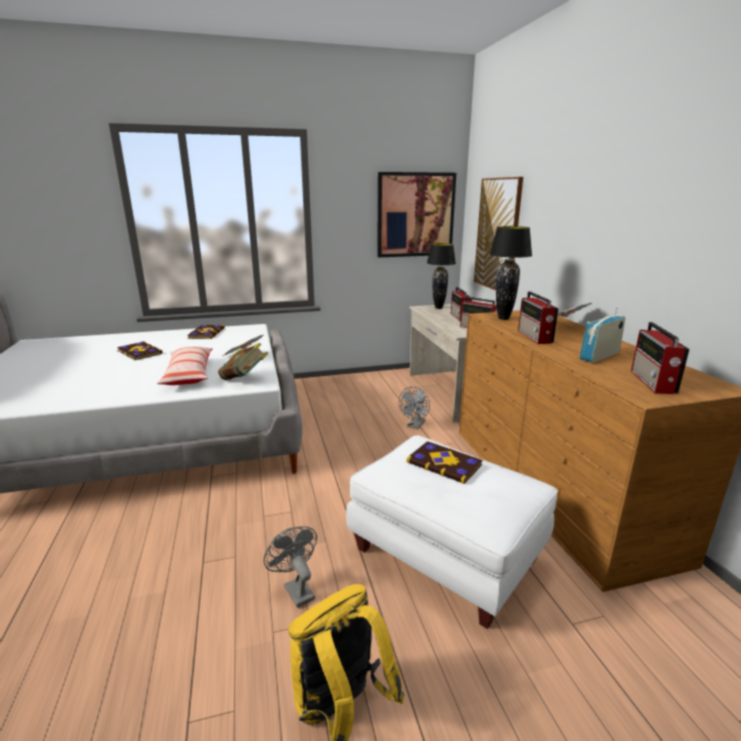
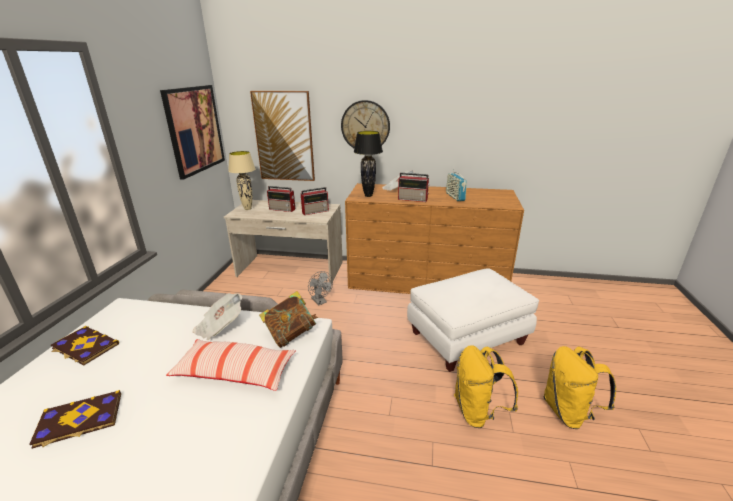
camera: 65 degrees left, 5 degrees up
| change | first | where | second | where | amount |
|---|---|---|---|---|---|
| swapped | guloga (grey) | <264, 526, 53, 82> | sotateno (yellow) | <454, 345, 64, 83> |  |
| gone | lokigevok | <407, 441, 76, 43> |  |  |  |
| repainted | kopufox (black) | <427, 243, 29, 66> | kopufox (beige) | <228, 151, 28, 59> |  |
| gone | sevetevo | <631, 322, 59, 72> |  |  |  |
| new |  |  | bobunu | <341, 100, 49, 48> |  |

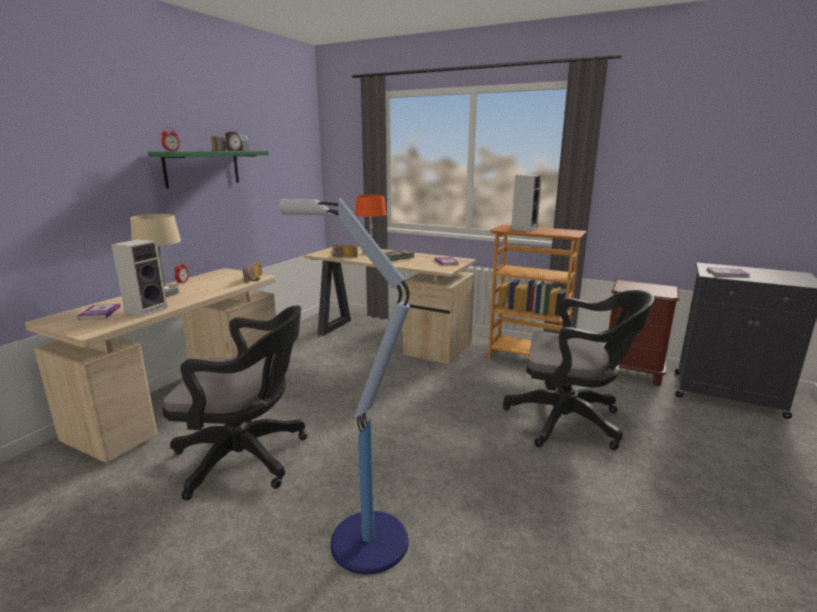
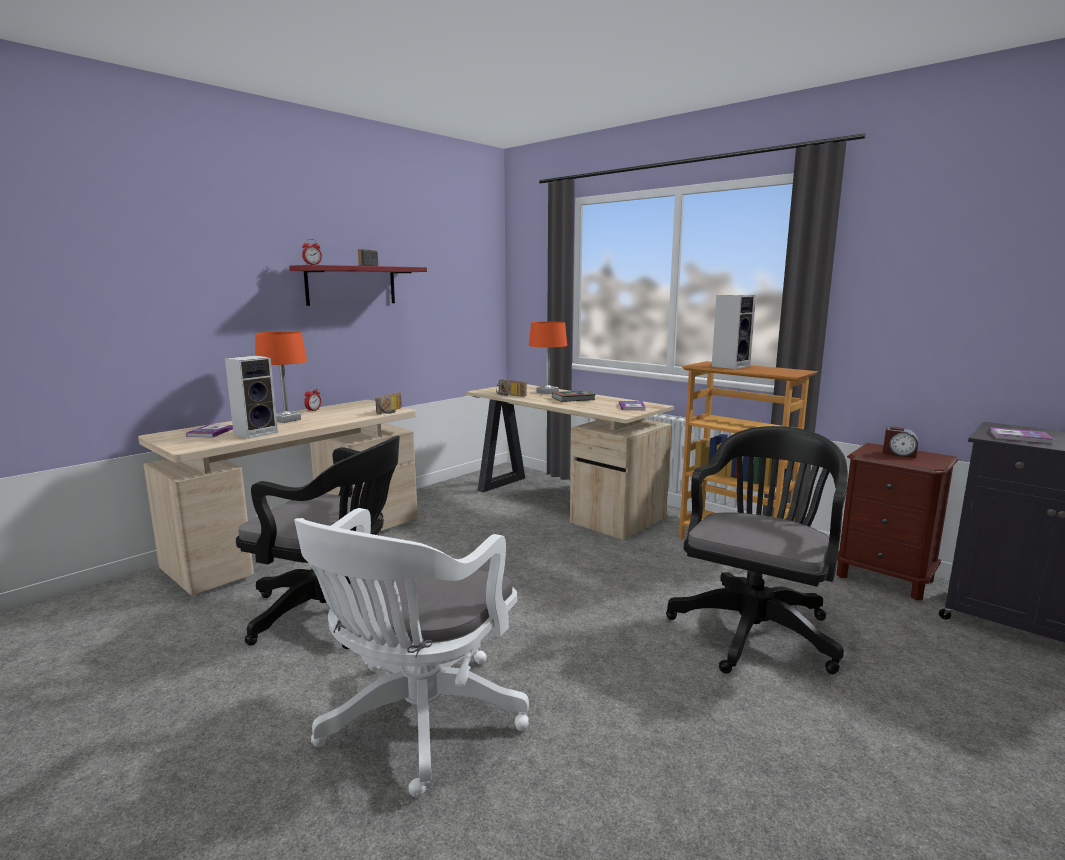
camera: 15 degrees right, 5 degrees down
| change | first | where | second | where | amount |
|---|---|---|---|---|---|
| repainted | kopufox (beige) | <130, 214, 51, 83> | kopufox (orange) | <255, 331, 52, 92> |  |
| repainted | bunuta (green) | <148, 151, 121, 37> | bunuta (red) | <289, 265, 138, 41> |  |
| shifted | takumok | <225, 132, 24, 19> |  | <883, 427, 35, 31> |  |
| swapped | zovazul | <279, 198, 131, 376> | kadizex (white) | <294, 508, 235, 289> |  |
| rotated | kadizex (black) | <503, 290, 151, 160> |  | <666, 426, 182, 248> | 90 degrees counterclockwise |

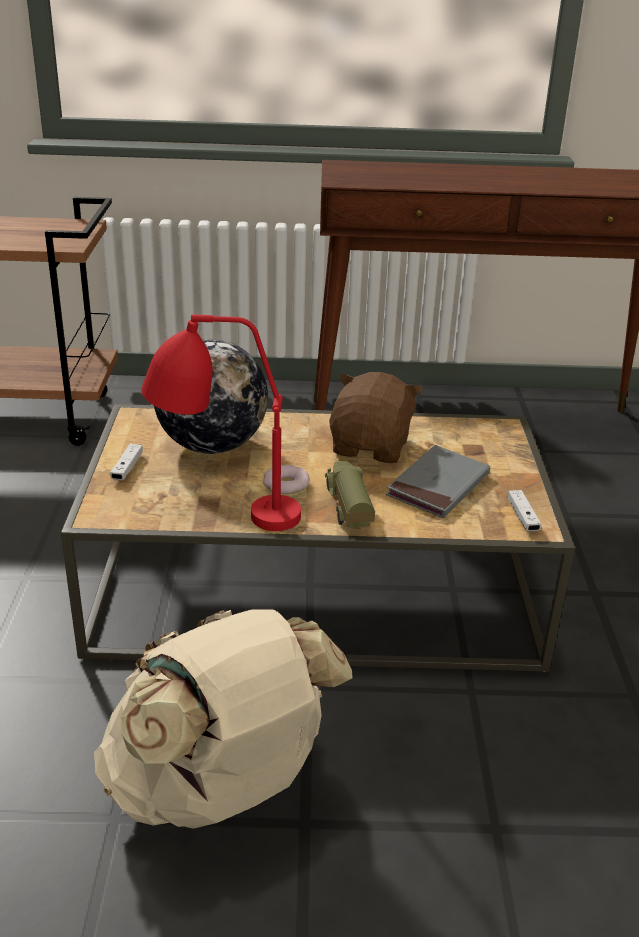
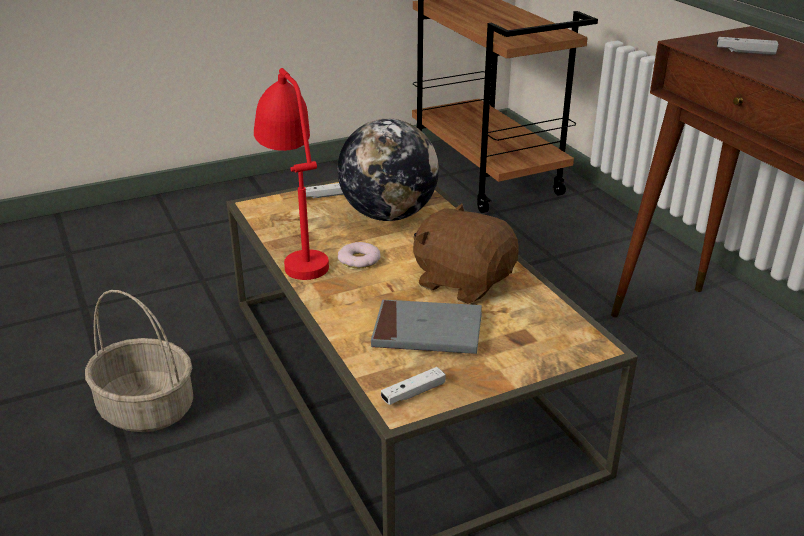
camera: 65 degrees right, 0 degrees up
| change | first | where | second | where | amount |
|---|---|---|---|---|---|
| swapped | sotateno (beige) | <94, 609, 258, 220> | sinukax | <85, 290, 108, 142> |  |
| gone | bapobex | <325, 461, 50, 67> |  |  |  |
| rotated | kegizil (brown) | <329, 372, 93, 91> |  | <413, 204, 106, 100> | 135 degrees counterclockwise |
| new |  |  | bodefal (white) | <717, 37, 62, 18> |  |

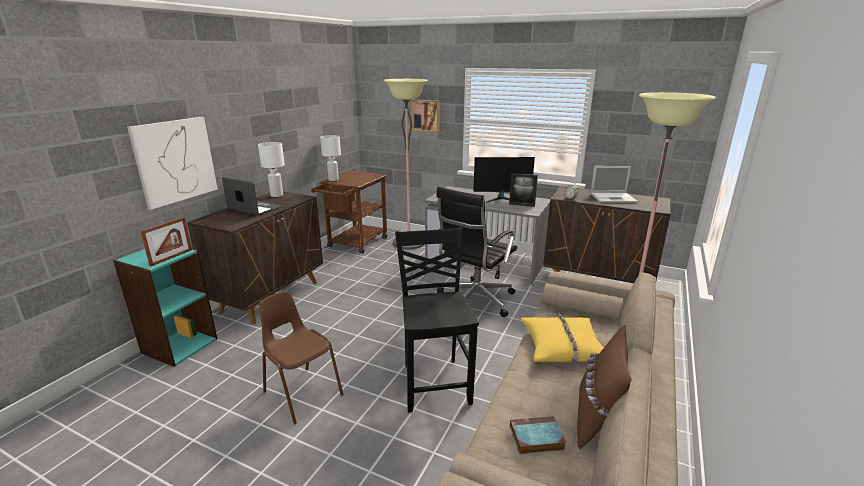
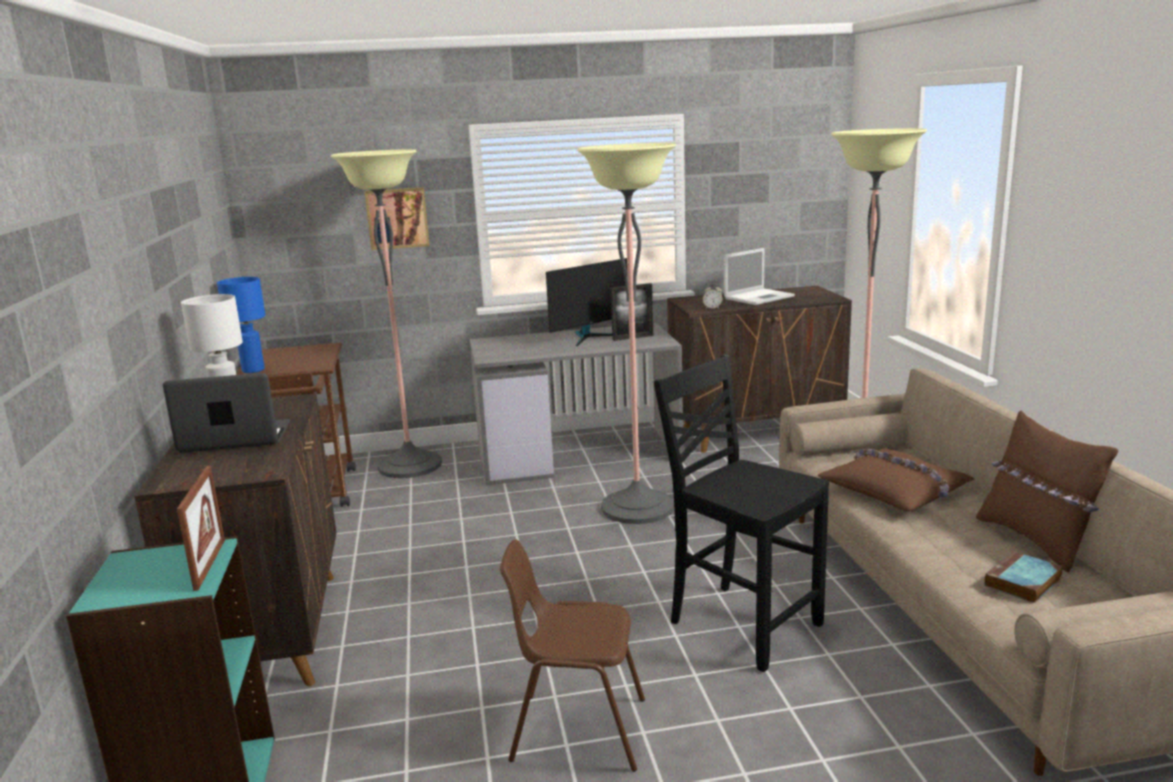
camera: 35 degrees left, 5 degrees down
| change | first | where | second | where | amount |
|---|---|---|---|---|---|
| gone | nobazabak | <127, 117, 91, 93> |  |  |  |
| repainted | kopufox (white) | <320, 135, 21, 46> | kopufox (blue) | <217, 277, 49, 96> |  |
| swapped | kadizex (black) | <436, 187, 81, 130> | zovazul | <577, 143, 99, 381> |  |
| repainted | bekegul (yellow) | <521, 312, 82, 52> | bekegul (brown) | <817, 448, 157, 63> |  |

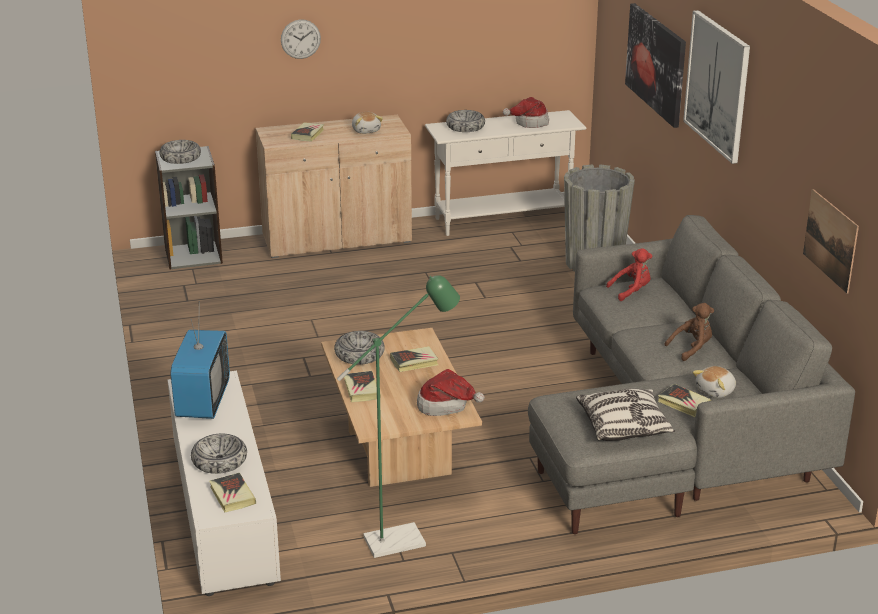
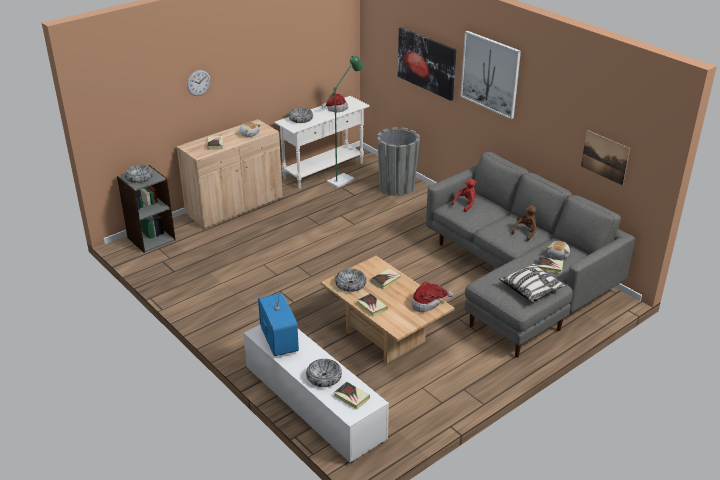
camera: 25 degrees left, 5 degrees up
| change | first | where | second | where | amount |
|---|---|---|---|---|---|
| shifted | zovazul (green) | <337, 275, 123, 283> |  | <322, 56, 41, 132> |  |

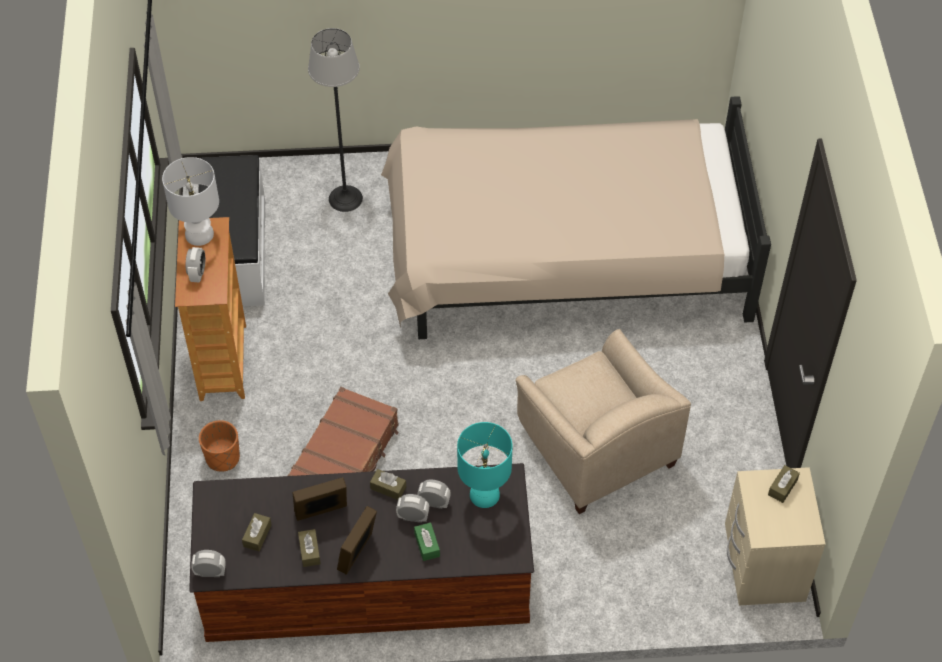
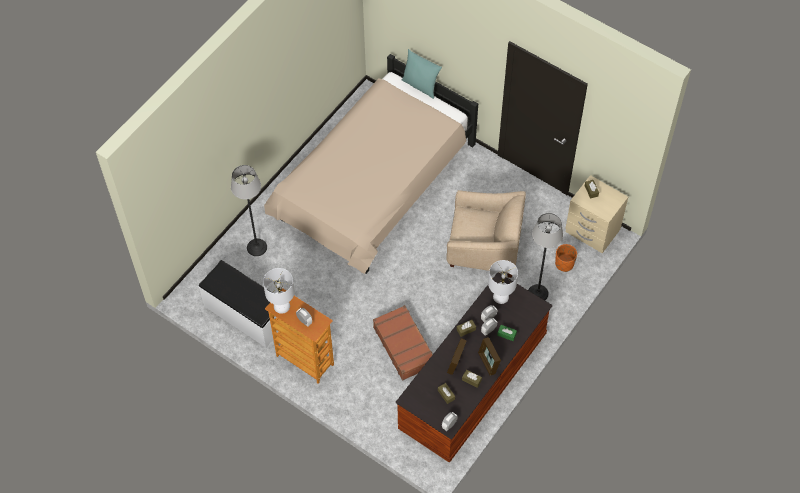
camera: 50 degrees left, 5 degrees up
| change | first | where | second | where | amount |
|---|---|---|---|---|---|
| shifted | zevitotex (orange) | <199, 420, 41, 52> |  | <555, 244, 22, 28> |  |
| repainted | kopufox (turquoise) | <457, 422, 56, 86> | kopufox (white) | <488, 260, 30, 44> |  |
| new |  |  | bekegul (turquoise) | <402, 49, 40, 50> |  |
| new |  |  | zovazul | <528, 213, 35, 87> |  |

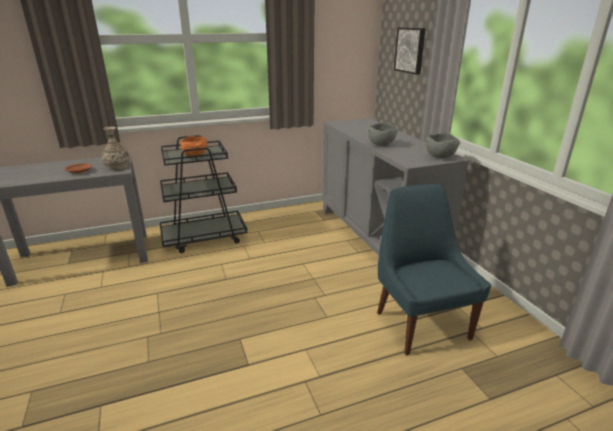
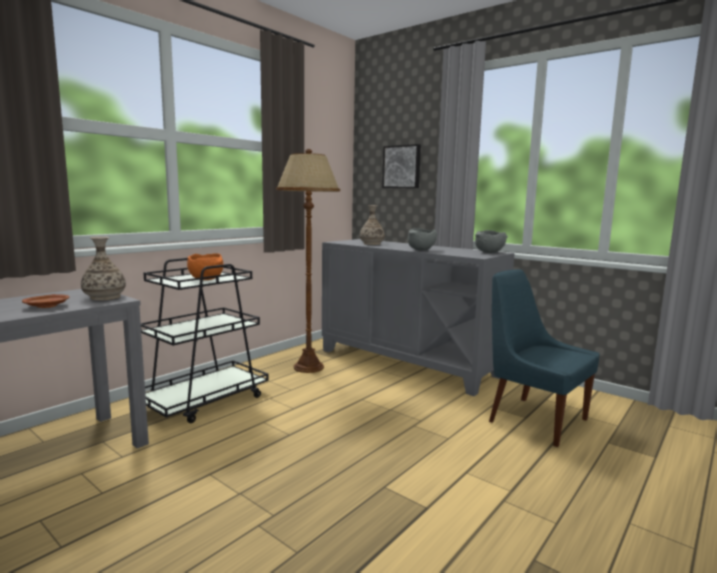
camera: 30 degrees left, 15 degrees down
| change | first | where | second | where | amount |
|---|---|---|---|---|---|
| new |  |  | zovazul (brown) | <276, 149, 64, 224> |  |
| new |  |  | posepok | <360, 205, 25, 40> |  |

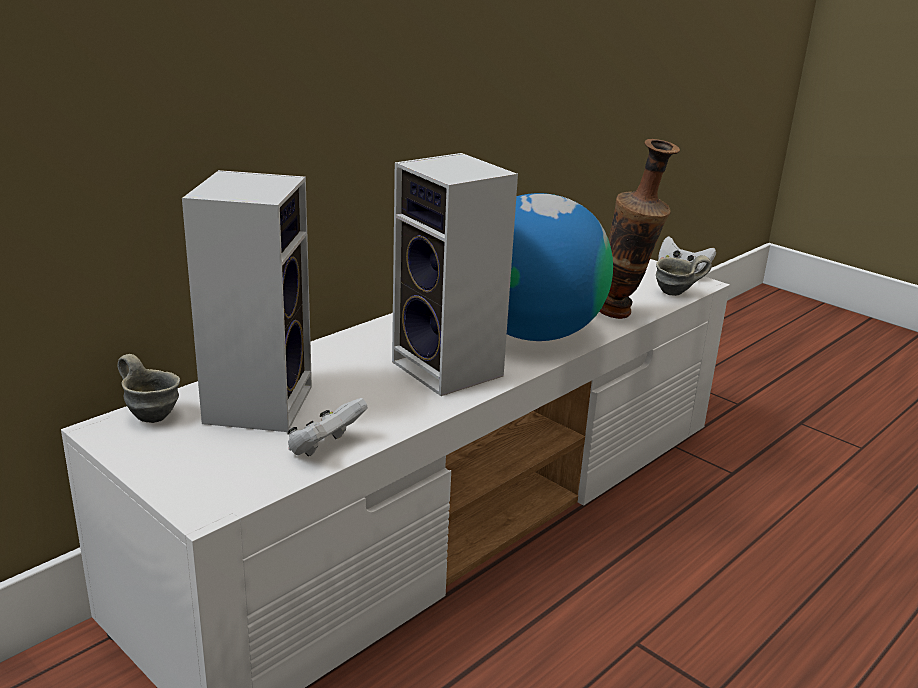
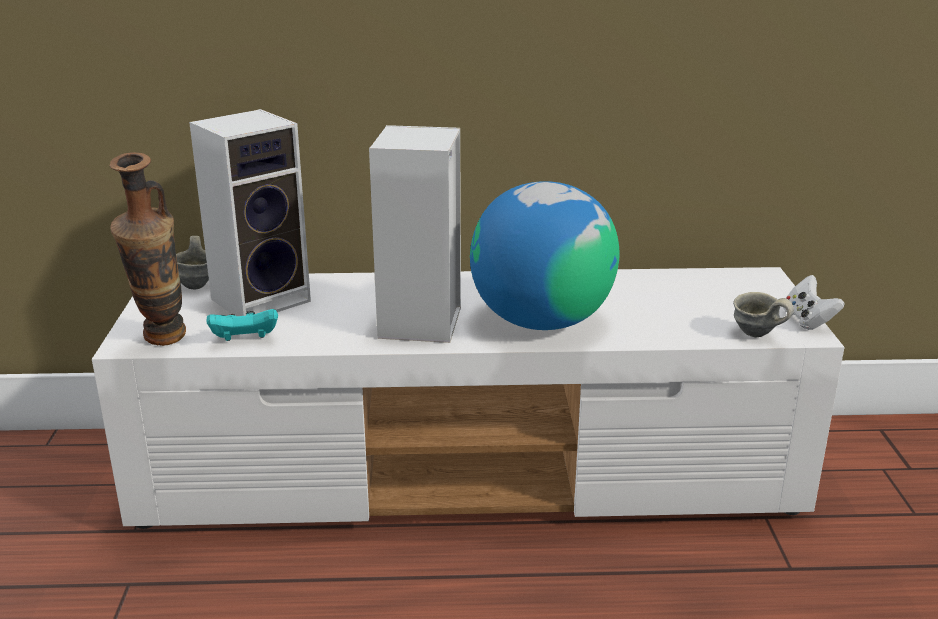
camera: 45 degrees right, 0 degrees up
| change | first | where | second | where | amount |
|---|---|---|---|---|---|
| repainted | bodefal (white) | <287, 398, 81, 58> | bodefal (turquoise) | <206, 309, 72, 32> |  |
| shifted | posepok | <599, 139, 81, 180> |  | <109, 152, 77, 194> |  |

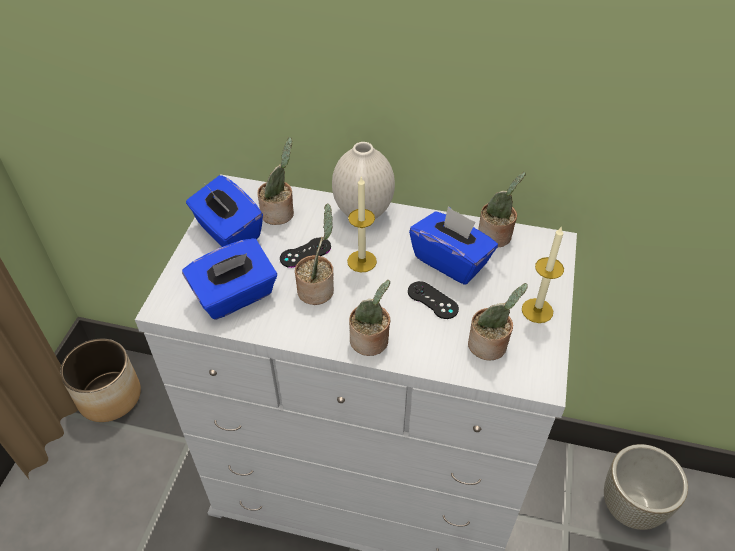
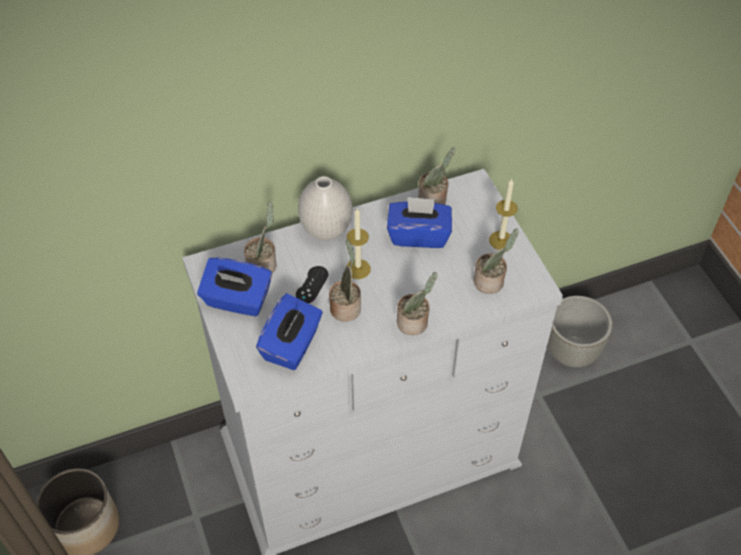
camera: 35 degrees left, 5 degrees up
| change | first | where | second | where | amount |
|---|---|---|---|---|---|
| gone | bodefal (black) | <408, 281, 51, 38> |  |  |  |

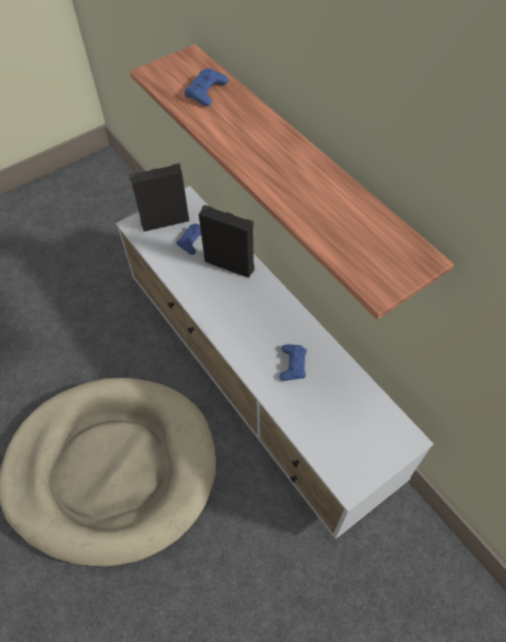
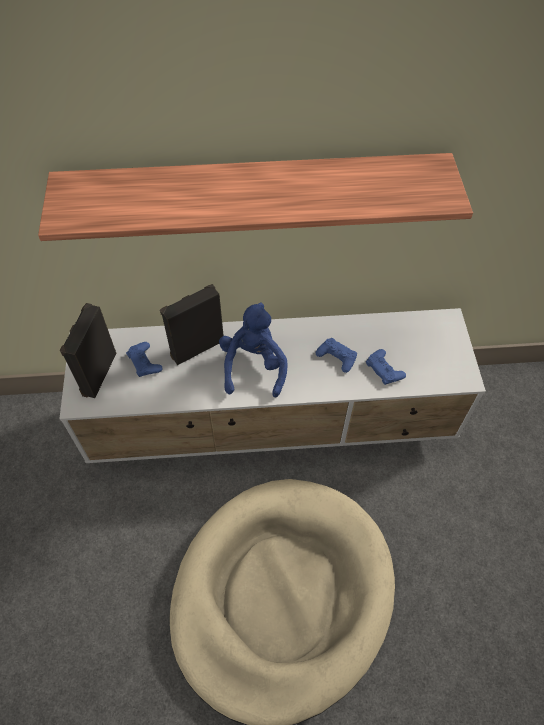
camera: 60 degrees left, 0 degrees up
| change | first | where | second | where | amount |
|---|---|---|---|---|---|
| shifted | bodefal (blue) | <184, 68, 44, 38> |  | <366, 349, 40, 36> |  |
| new |  |  | kegizil (blue) | <219, 303, 68, 94> |  |

